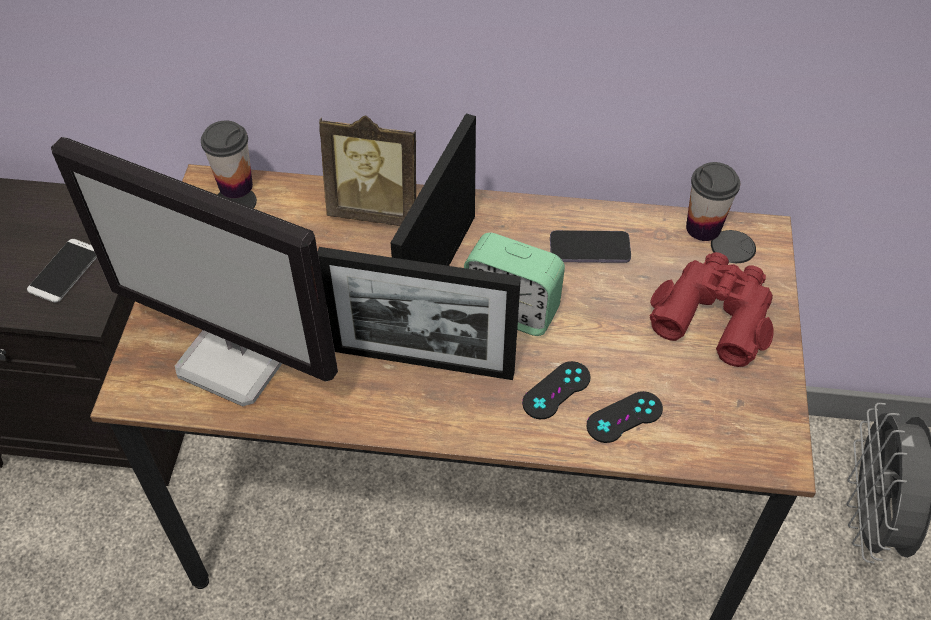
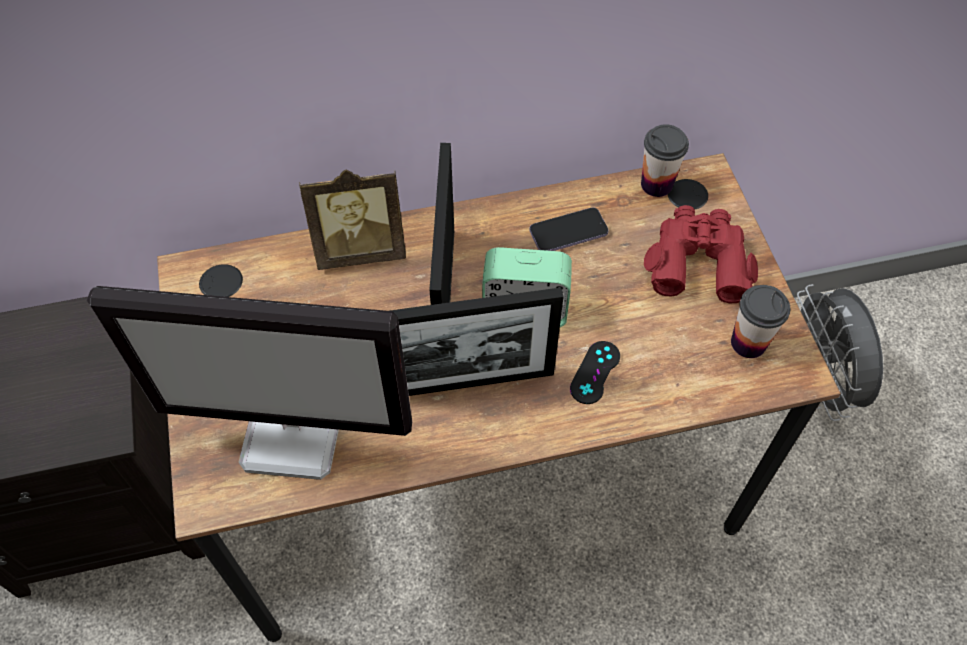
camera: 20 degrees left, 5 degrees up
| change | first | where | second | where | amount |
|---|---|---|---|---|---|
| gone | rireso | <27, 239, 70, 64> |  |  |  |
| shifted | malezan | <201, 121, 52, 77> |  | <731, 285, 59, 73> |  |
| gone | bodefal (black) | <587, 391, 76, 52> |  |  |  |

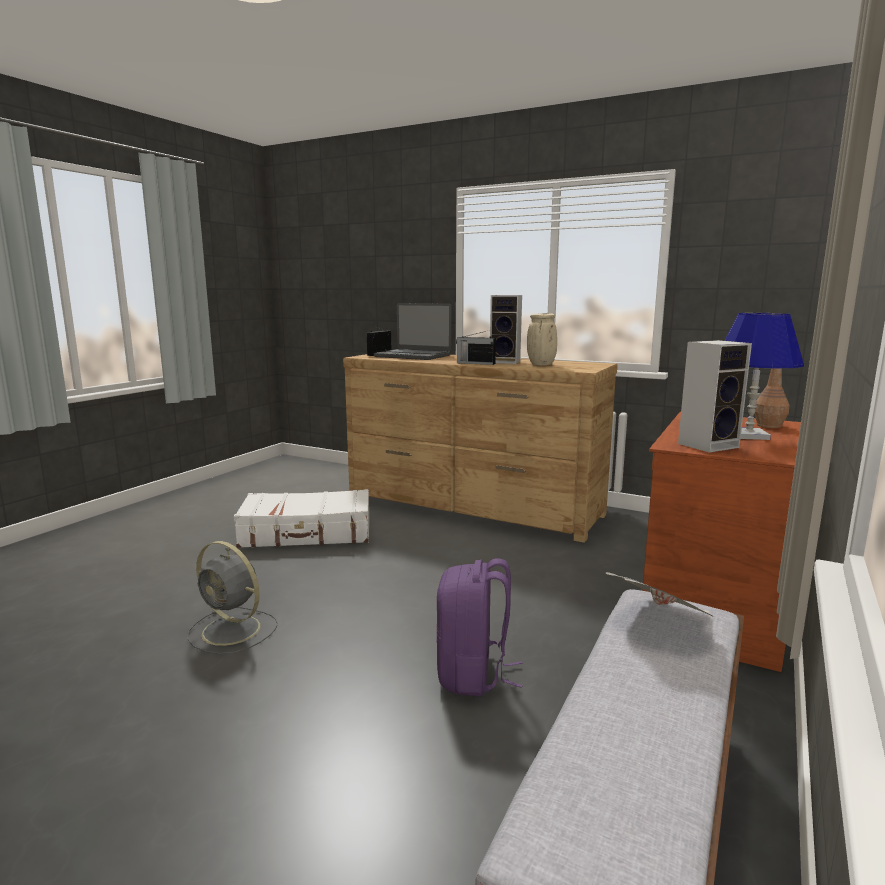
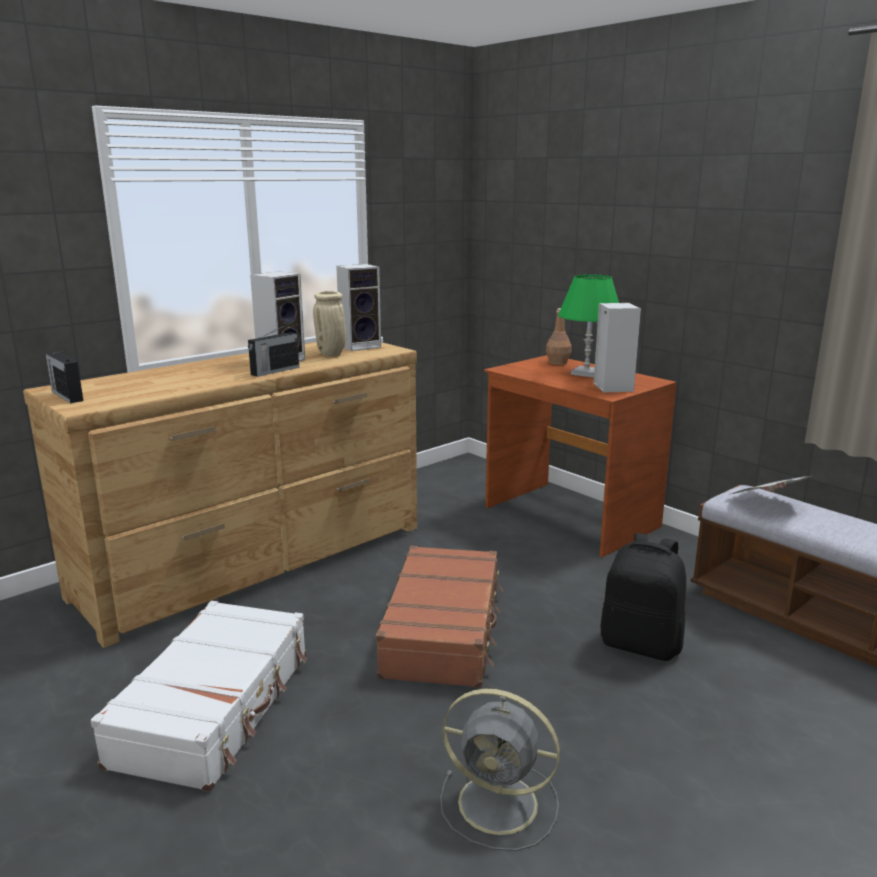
camera: 70 degrees left, 5 degrees up
| change | first | where | second | where | amount |
|---|---|---|---|---|---|
| rotated | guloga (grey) | <187, 541, 91, 113> |  | <440, 689, 120, 162> | 60 degrees clockwise |
| gone | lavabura | <374, 303, 78, 57> |  |  |  |
| repainted | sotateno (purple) | <437, 558, 86, 139> | sotateno (black) | <601, 533, 85, 128> |  |
| repainted | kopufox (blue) | <725, 313, 79, 127> | kopufox (green) | <558, 274, 61, 104> |  |
| new |  |  | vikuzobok | <336, 264, 45, 87> |  |
| new |  |  | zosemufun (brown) | <376, 546, 127, 142> |  |

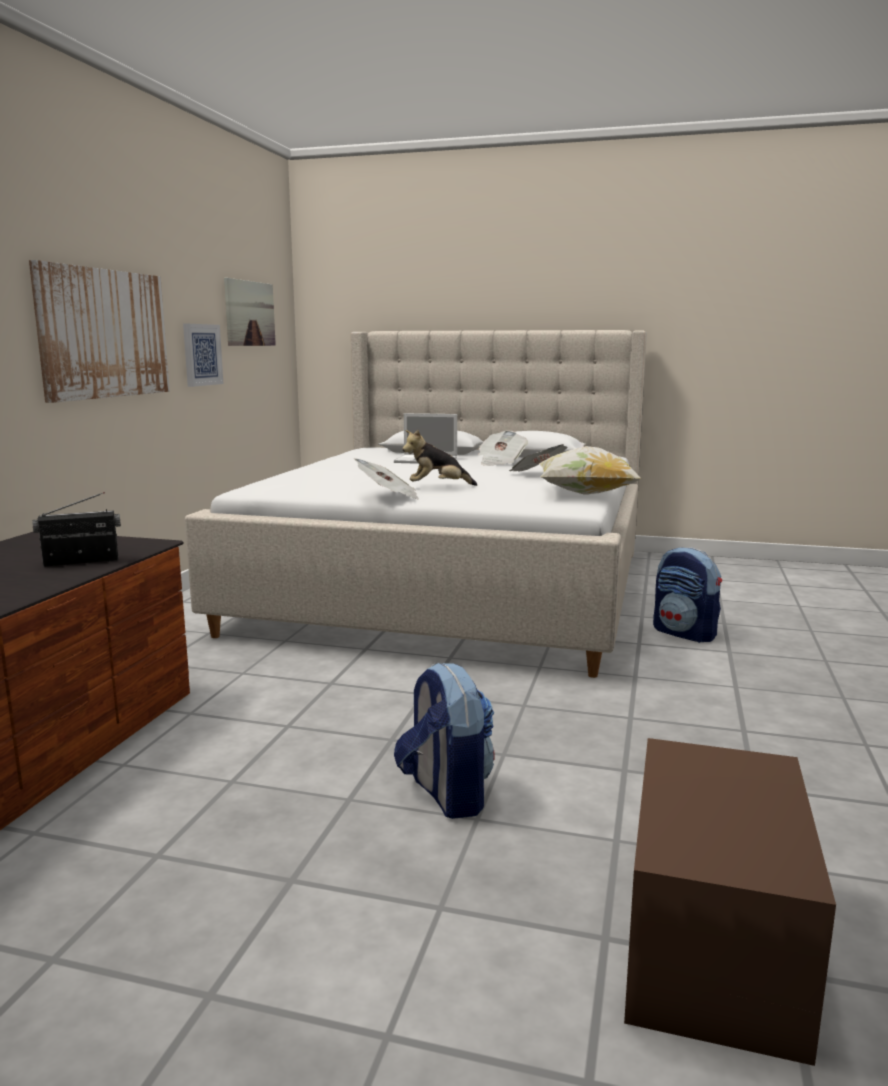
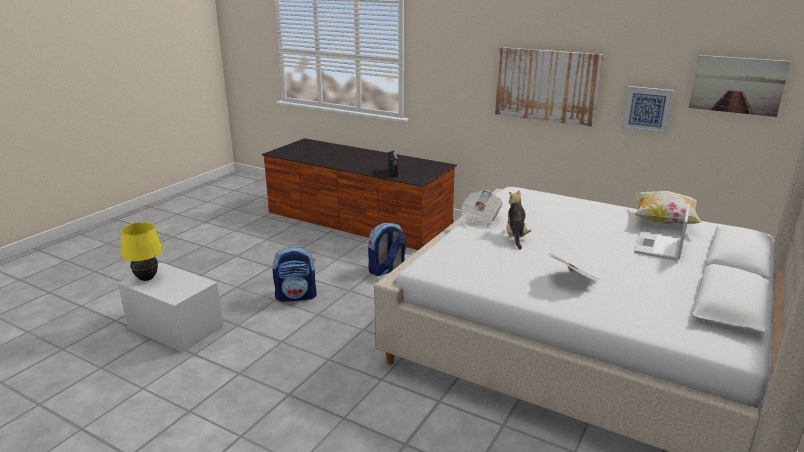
camera: 105 degrees right, 10 degrees up
| change | first | where | second | where | amount |
|---|---|---|---|---|---|
| gone | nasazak | <478, 430, 50, 36> |  |  |  |
| shifted | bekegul | <538, 446, 104, 49> |  | <634, 191, 69, 33> |  |
| repainted | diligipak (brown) | <624, 738, 212, 328> | diligipak (white) | <118, 262, 105, 91> |  |
| shifted | sotateno | <653, 547, 69, 96> |  | <368, 223, 38, 53> |  |
| new |  |  | kopufox (yellow) | <121, 223, 42, 58> |  |

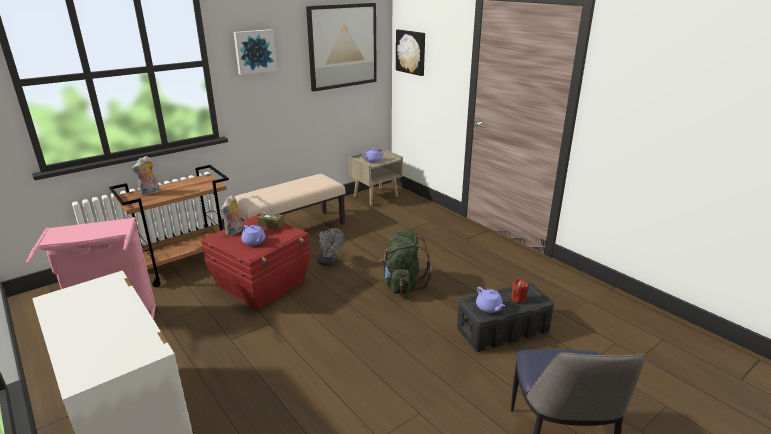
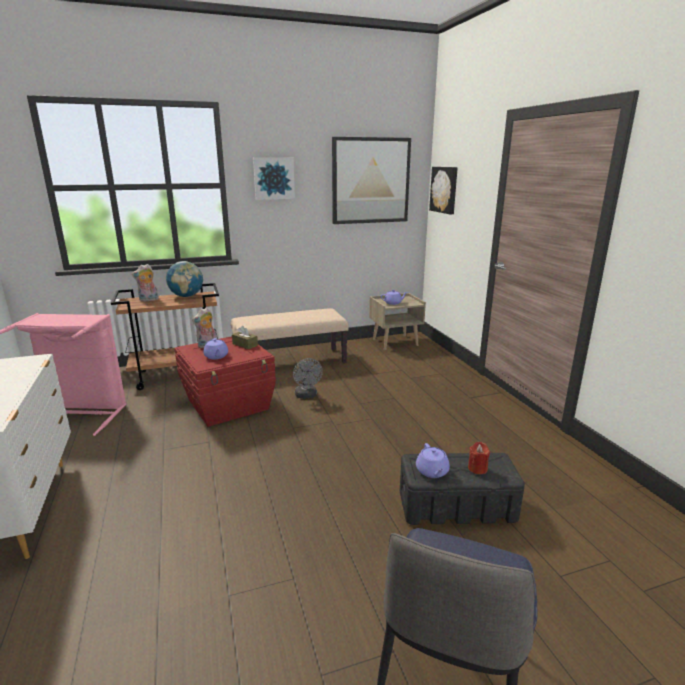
camera: 20 degrees right, 5 degrees down
| change | first | where | second | where | amount |
|---|---|---|---|---|---|
| gone | sotateno (green) | <379, 230, 53, 64> |  |  |  |
| new |  |  | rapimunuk | <166, 261, 37, 36> |  |

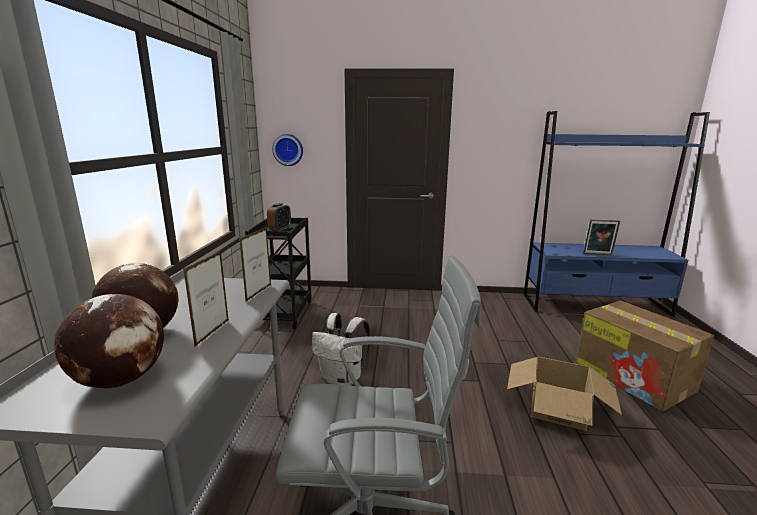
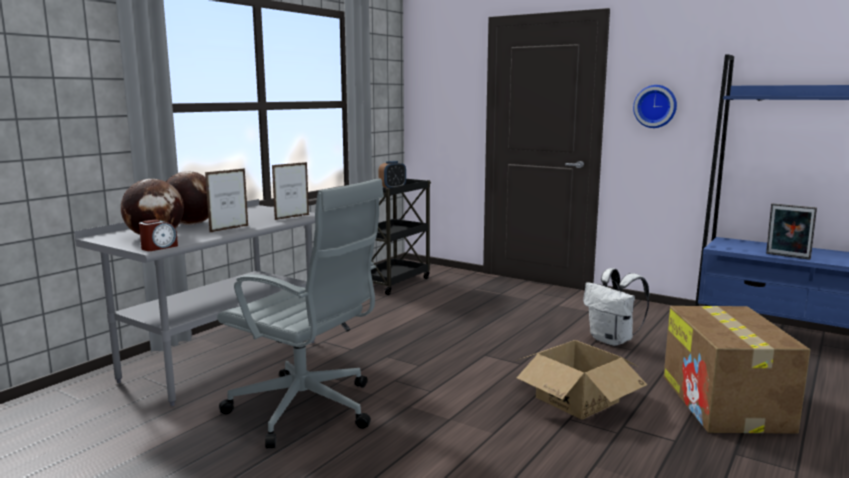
camera: 30 degrees right, 5 degrees down
| change | first | where | second | where | amount |
|---|---|---|---|---|---|
| shifted | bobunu | <272, 134, 31, 32> |  | <633, 85, 44, 43> |  |
| shifted | sotateno (white) | <312, 313, 58, 73> |  | <583, 268, 66, 78> |  |
| new |  |  | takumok | <139, 219, 39, 32> |  |

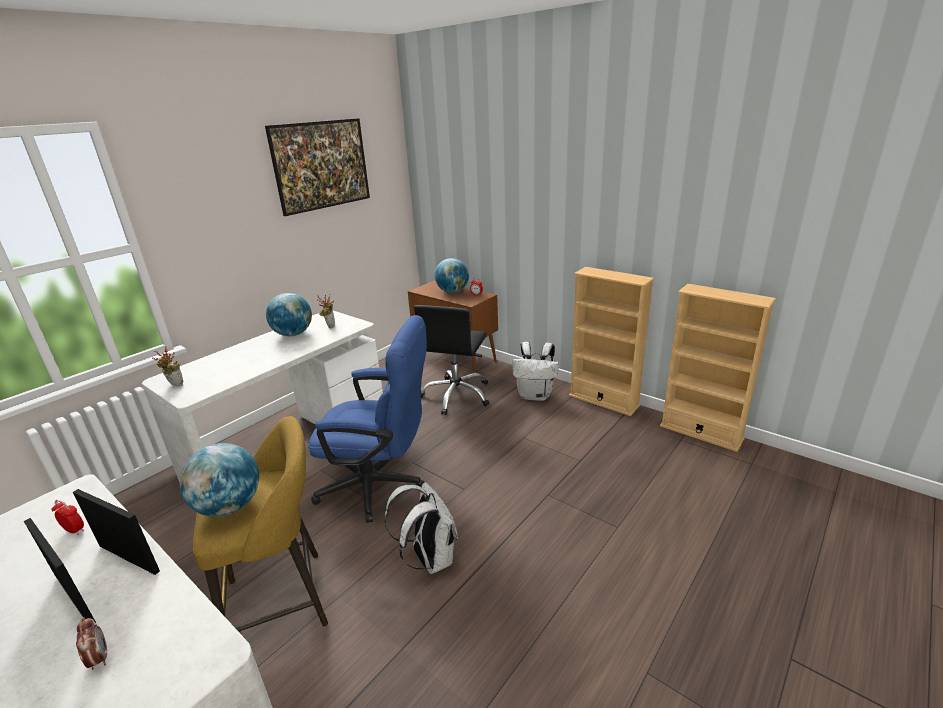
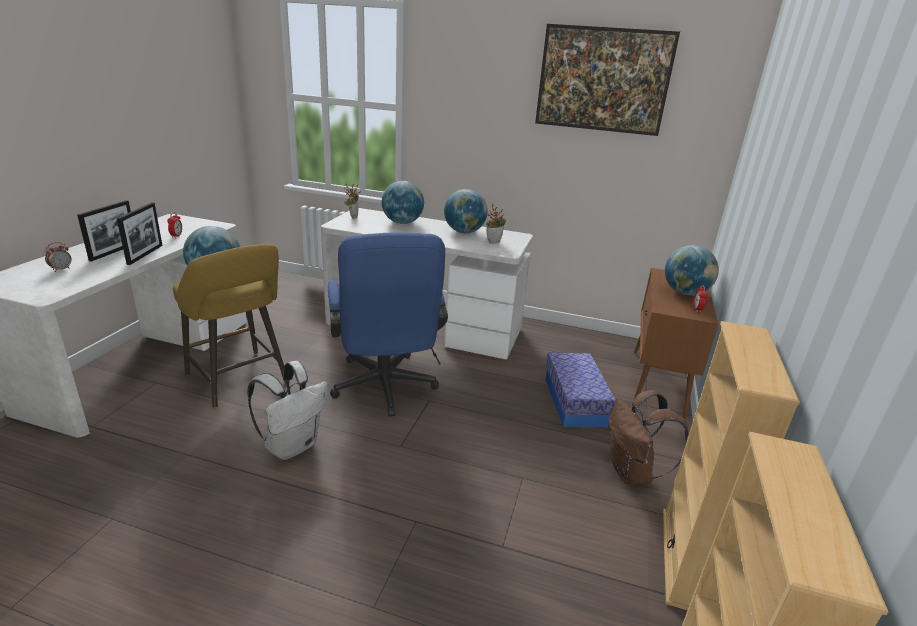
camera: 65 degrees right, 0 degrees up
| change | first | where | second | where | amount |
|---|---|---|---|---|---|
| swapped | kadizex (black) | <414, 305, 75, 110> | diligipak | <545, 353, 70, 74> |  |
| repainted | sotateno (white) | <513, 342, 46, 59> | sotateno (brown) | <609, 390, 80, 94> |  |
| new |  |  | rapimunuk | <381, 181, 43, 43> |  |

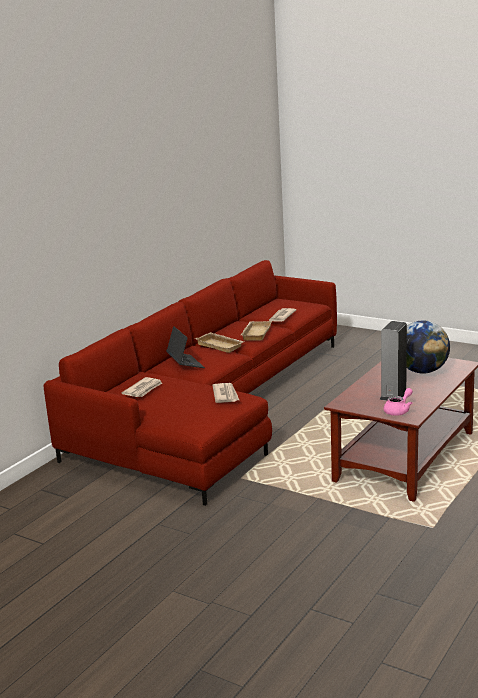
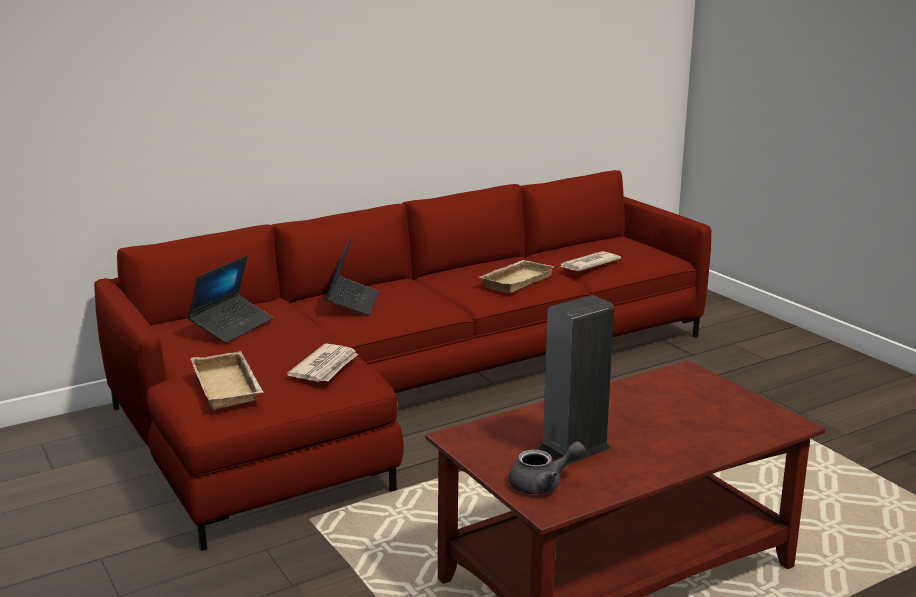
camera: 25 degrees right, 0 degrees up
| change | first | where | second | where | amount |
|---|---|---|---|---|---|
| swapped | nasazak | <121, 377, 41, 20> | lavabura | <187, 256, 86, 87> |  |
| shifted | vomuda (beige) | <195, 332, 49, 21> |  | <191, 351, 72, 59> |  |
| repainted | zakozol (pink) | <384, 388, 29, 28> | zakozol (grey) | <509, 441, 76, 53> |  |
| gone | rapimunuk | <406, 320, 44, 54> |  |  |  |

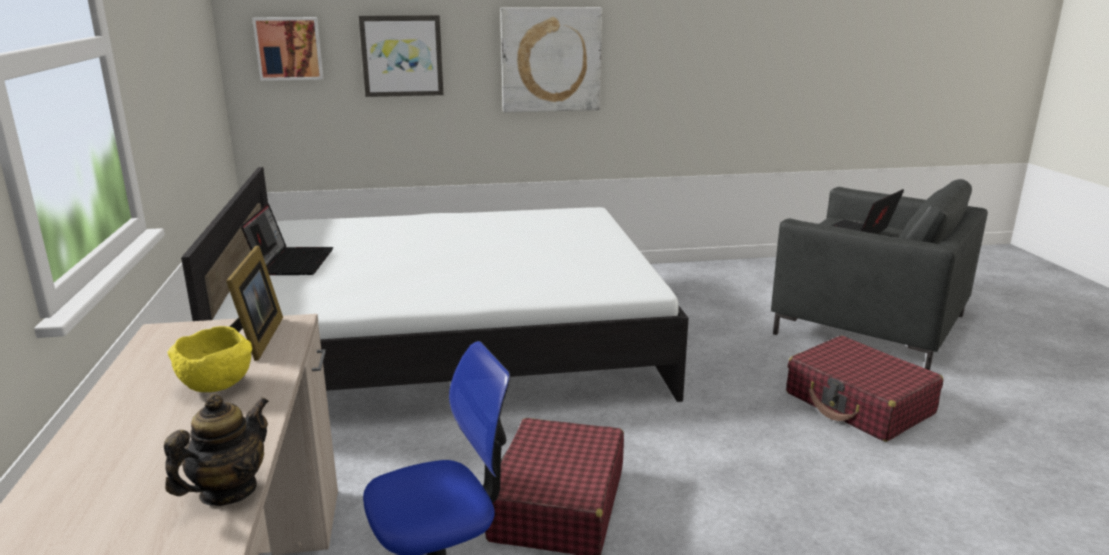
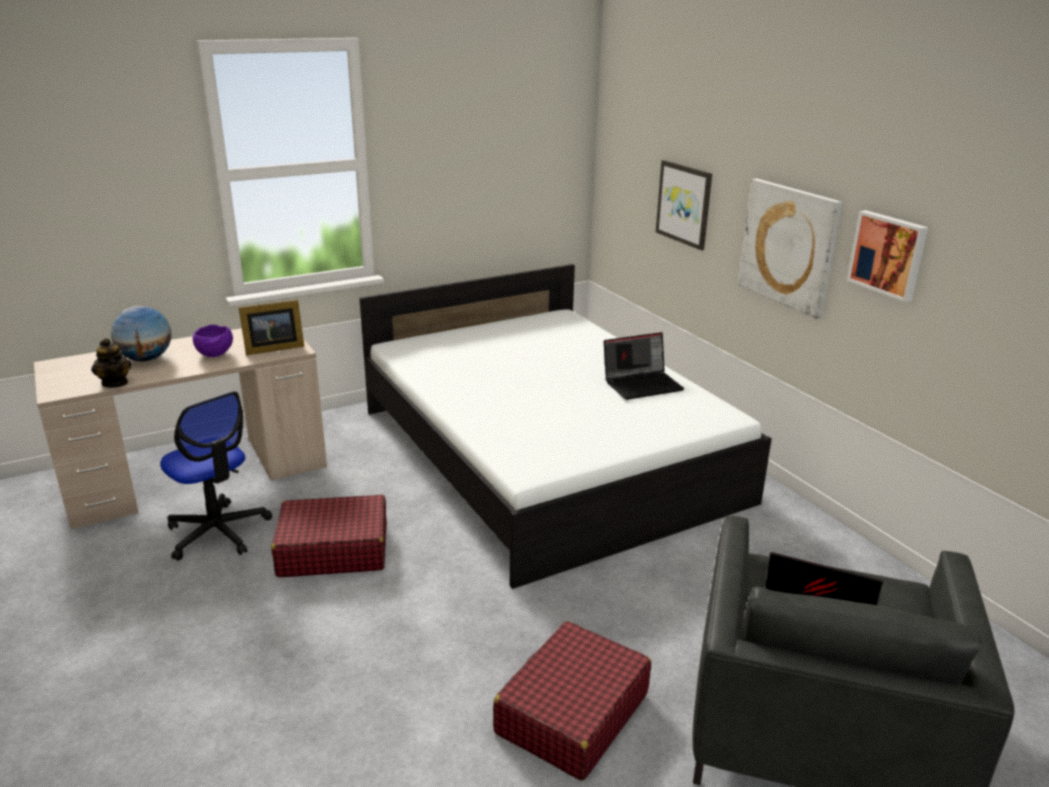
camera: 70 degrees right, 5 degrees up
| change | first | where | second | where | amount |
|---|---|---|---|---|---|
| rotated | zakozol | <164, 394, 105, 112> |  | <91, 338, 40, 49> | 45 degrees clockwise |
| repainted | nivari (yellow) | <167, 326, 85, 66> | nivari (purple) | <193, 325, 40, 32> |  |
| shifted | lavabura | <241, 204, 92, 71> |  | <604, 332, 80, 68> |  |
| shifted | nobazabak | <252, 17, 72, 64> |  | <847, 210, 81, 92> |  |
| new |  |  | rapimunuk | <111, 306, 60, 55> |  |

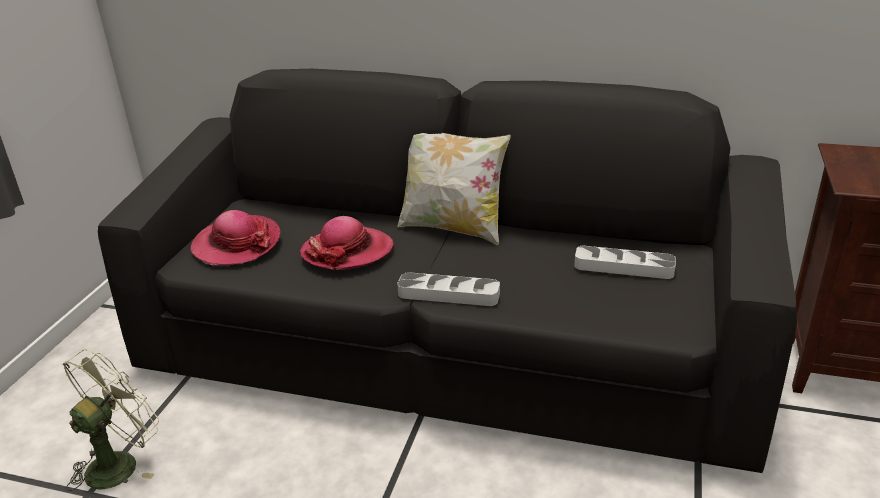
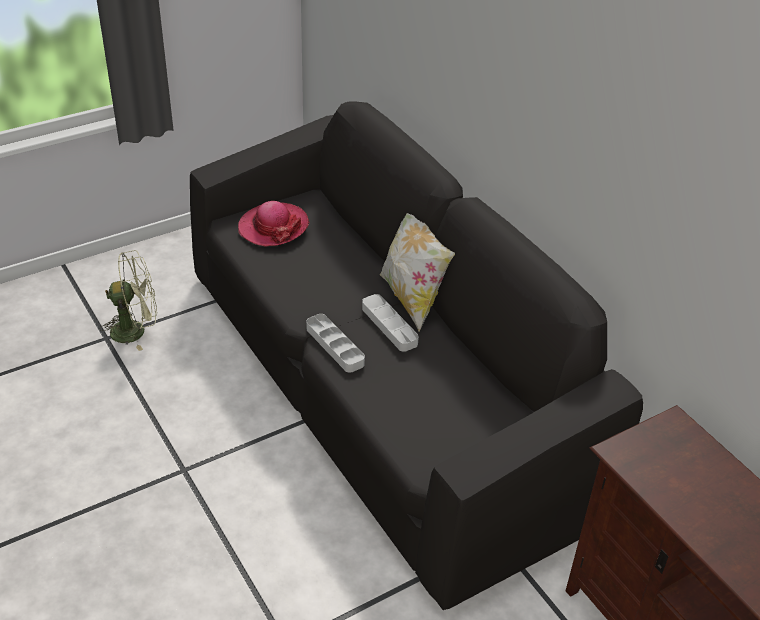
camera: 40 degrees right, 10 degrees up
| change | first | where | second | where | amount |
|---|---|---|---|---|---|
| gone | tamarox | <300, 216, 94, 54> |  |  |  |
| shifted | vomuda (grey) | <575, 246, 101, 33> |  | <362, 294, 57, 58> |  |

